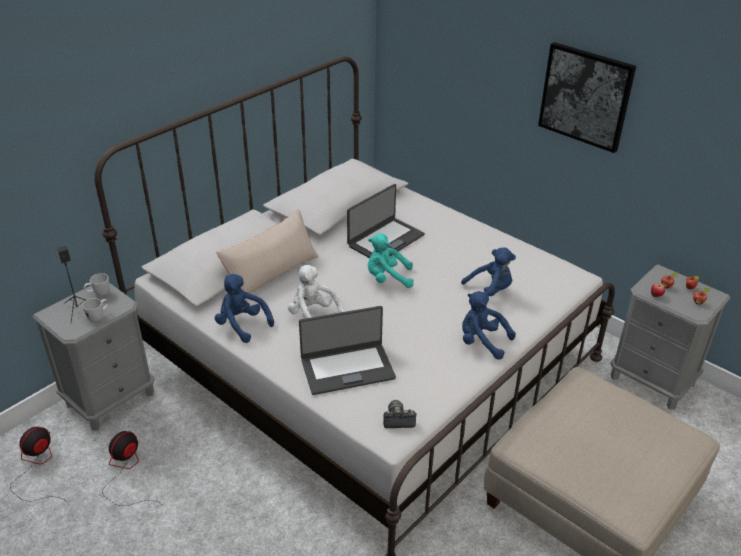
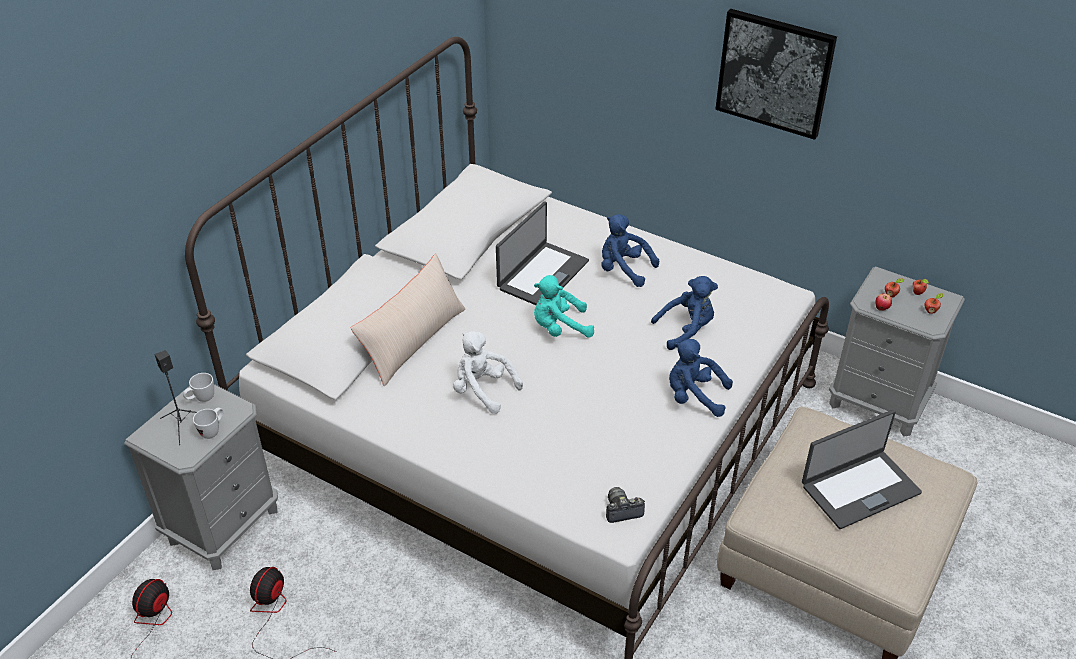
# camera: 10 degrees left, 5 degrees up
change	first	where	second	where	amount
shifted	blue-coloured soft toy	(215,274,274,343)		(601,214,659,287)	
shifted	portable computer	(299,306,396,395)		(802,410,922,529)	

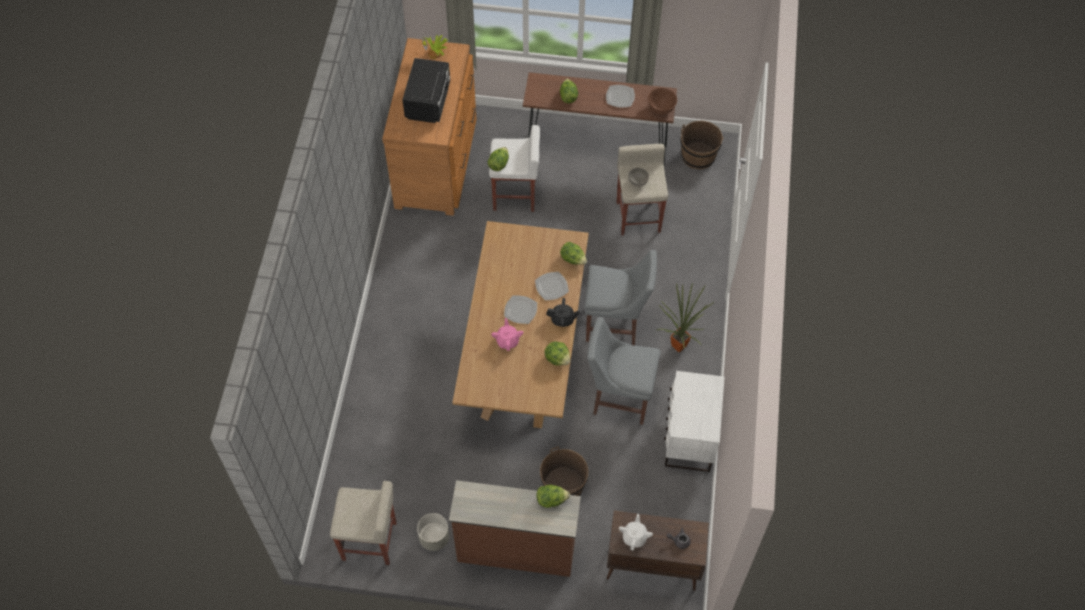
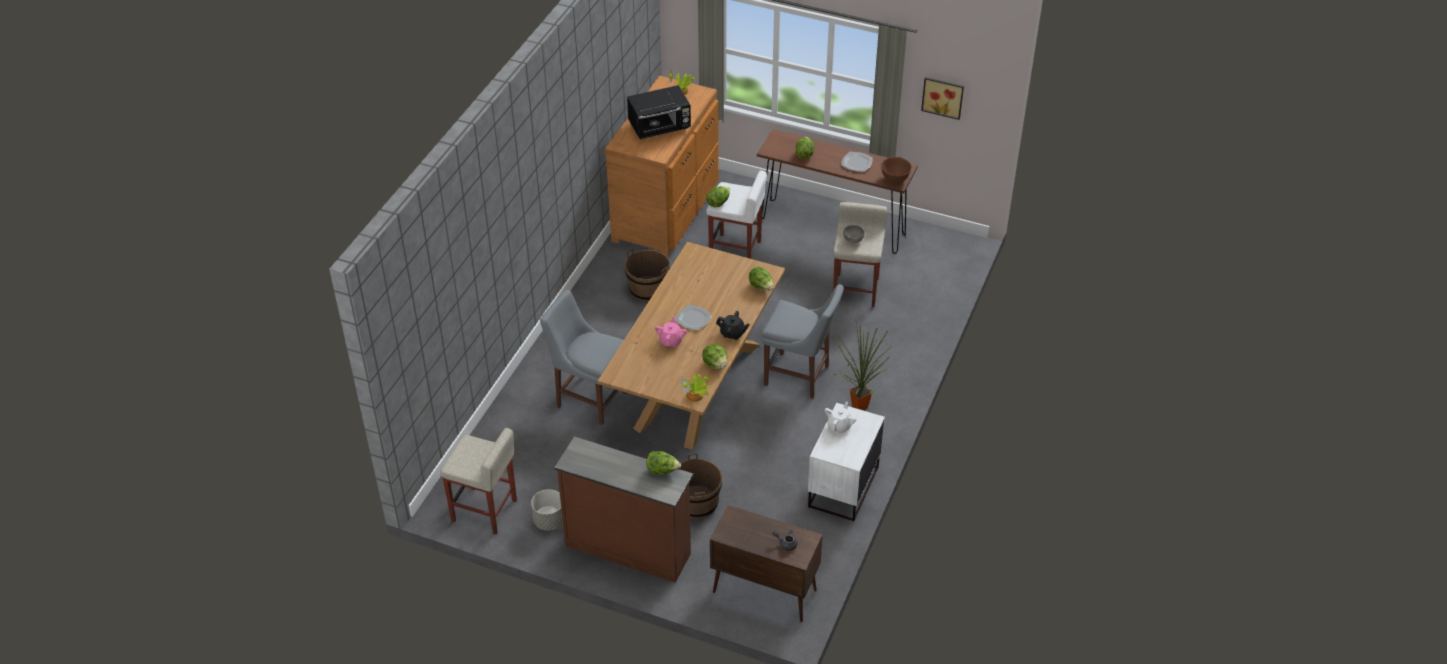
# camera: 15 degrees right, 15 degrees down
change	first	where	second	where	amount
rotated	black kitchen microwave	(402,58,450,123)		(627,85,691,139)	45 degrees clockwise
gone	flat dish	(535,272,569,300)			
shifted	greyish plain chair	(587,317,661,425)		(540,290,627,425)	
shifted	whitish pot for tea	(619,514,653,551)		(825,402,856,434)	
shifted	brown bucket	(680,120,724,169)		(625,248,670,302)	
new			potted plant	(680,374,710,402)	
new			wall picture	(921,77,964,120)	

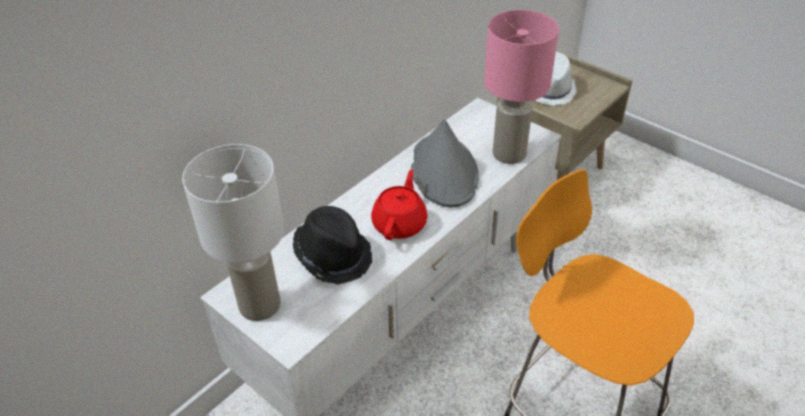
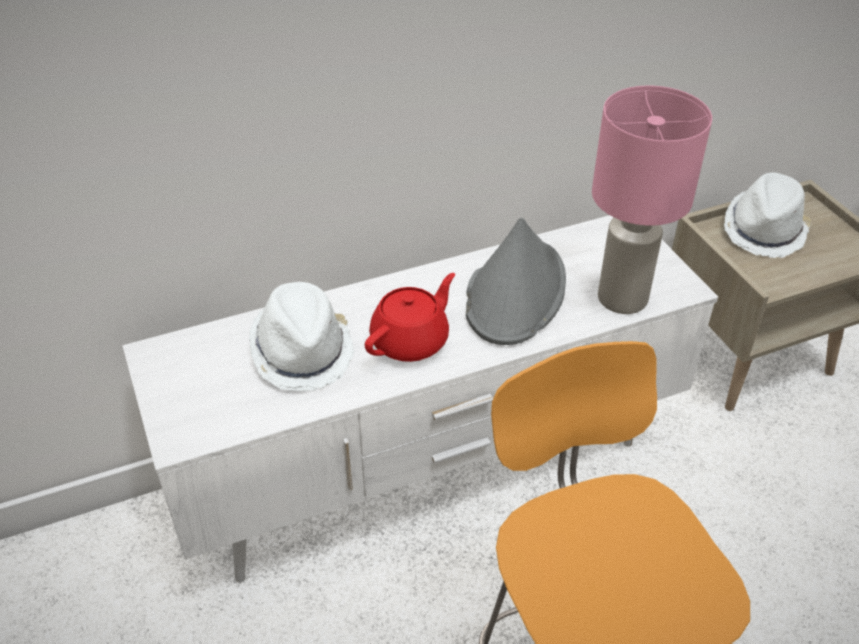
# camera: 25 degrees right, 0 degrees up
change	first	where	second	where	amount
gone	whitish tabletop lamp	(182,144,284,321)			
repainted	black hat	(293,206,372,285)	whitish hat	(249,282,355,391)	

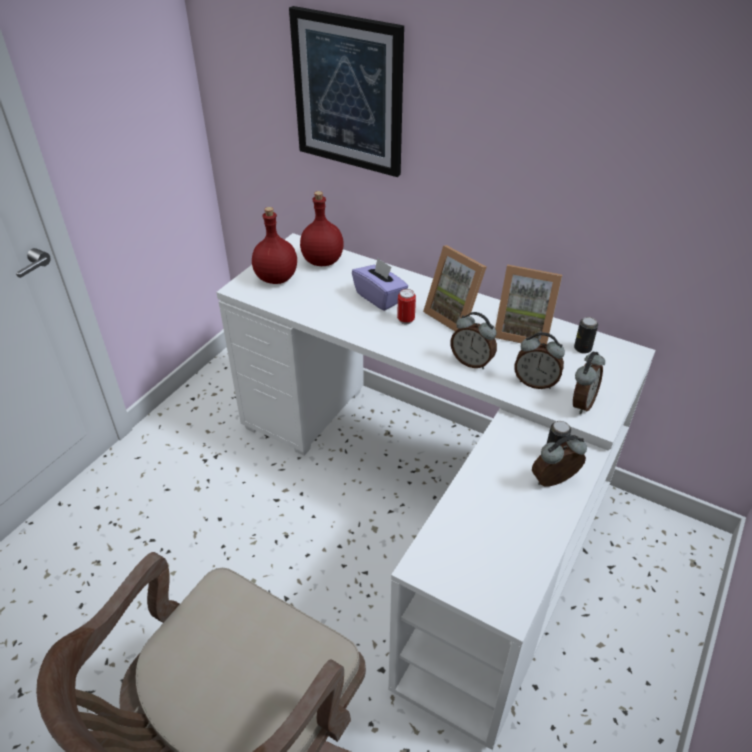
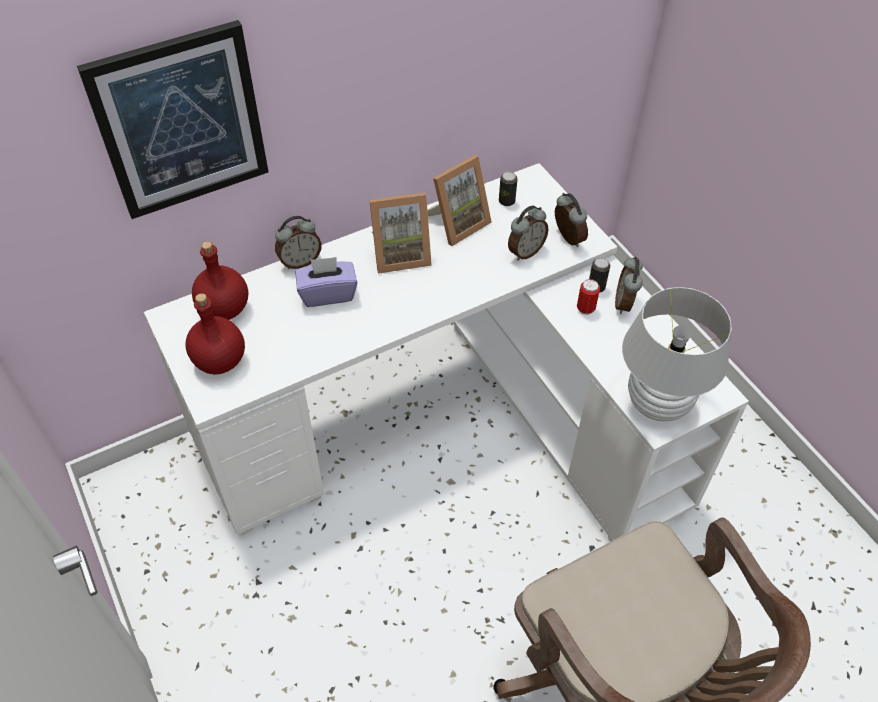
# camera: 60 degrees left, 10 degrees up
change	first	where	second	where	amount
shifted	can	(397,289,416,325)		(577,279,600,315)	
shifted	bedside clock	(450,312,497,369)		(275,216,322,269)	
new			whitish tabletop lamp	(622,287,732,421)	

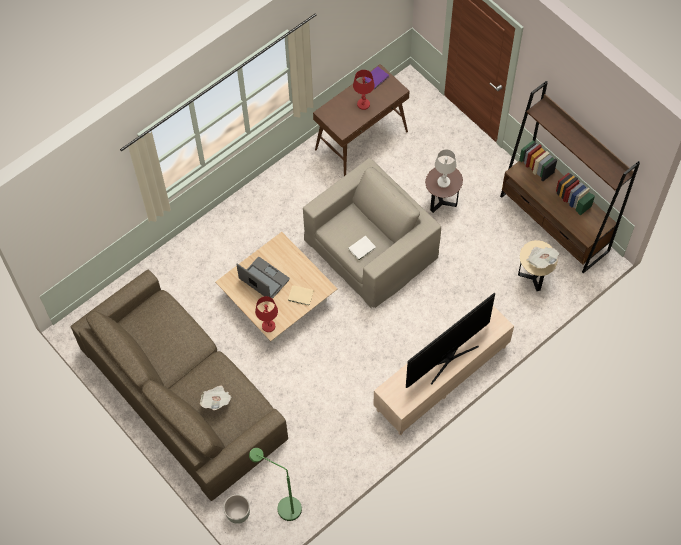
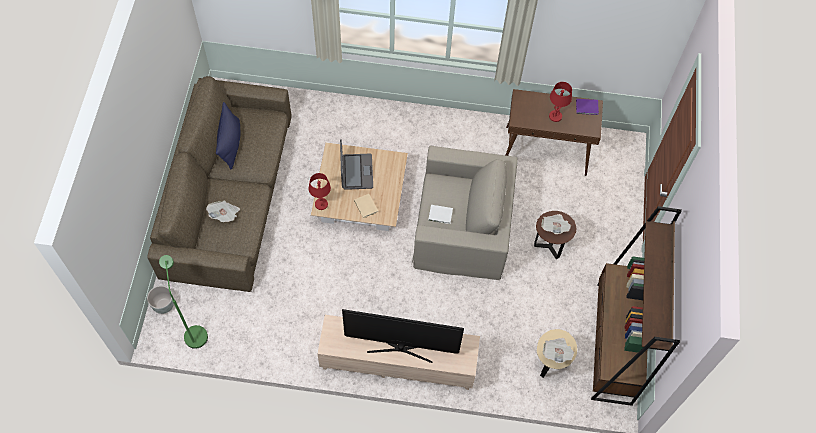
# camera: 45 degrees right, 0 degrees up
change	first	where	second	where	amount
swapped	whitish tabletop lamp	(435,149,457,188)	daily paper	(541,214,571,234)	
new			blue-coloured pillow	(216,102,240,169)	

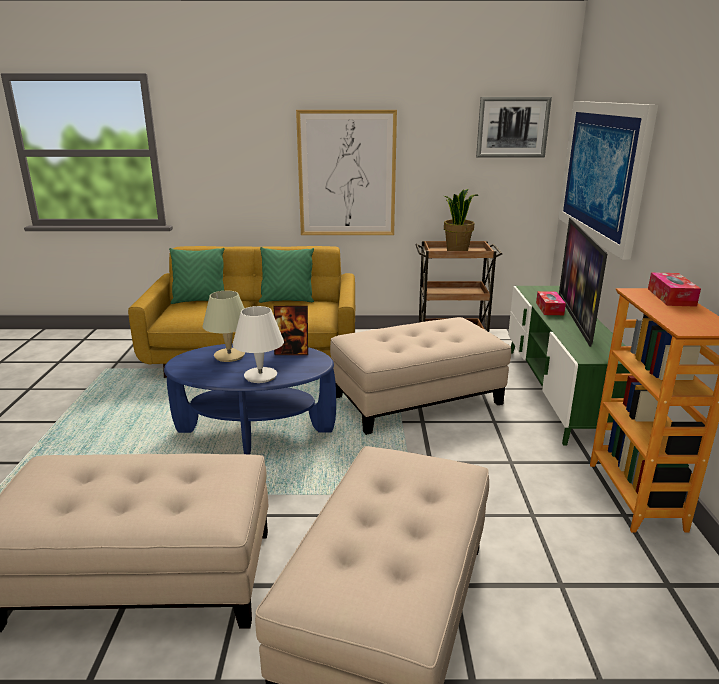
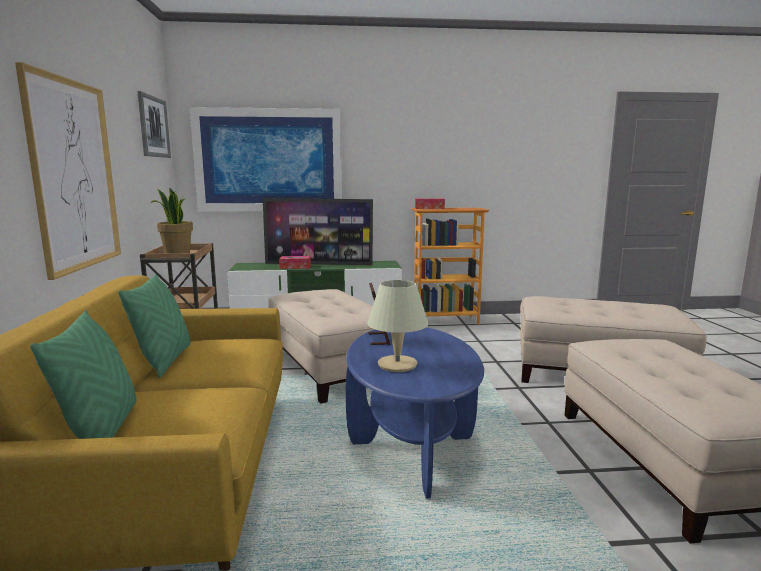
# camera: 95 degrees left, 10 degrees down
change	first	where	second	where	amount
gone	whitish tabletop lamp	(233,306,284,383)			

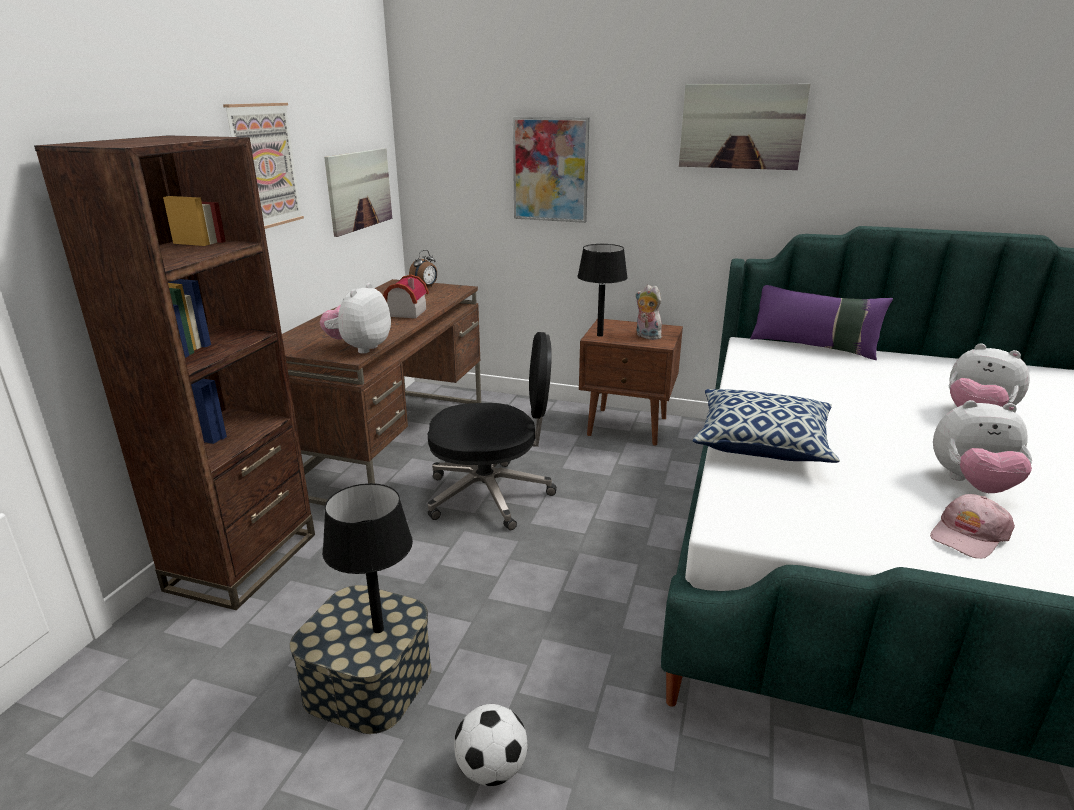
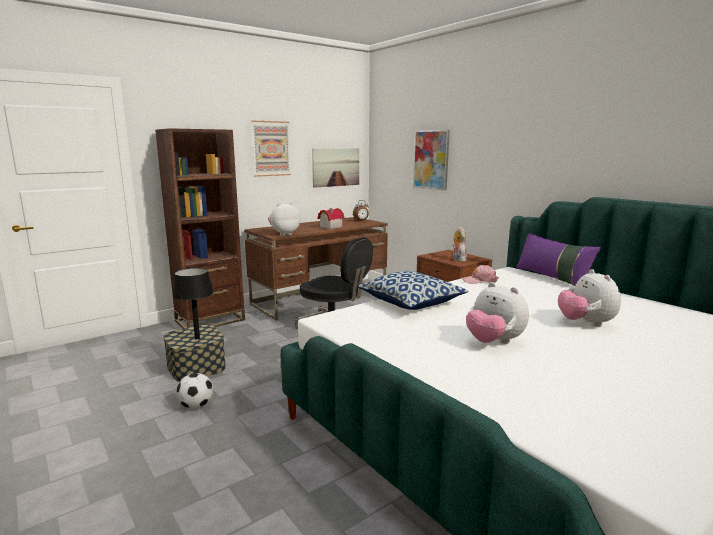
# camera: 35 degrees right, 10 degrees down
change	first	where	second	where	amount
gone	black tabletop lamp	(577,244,628,337)			
gone	wall picture	(679,84,811,170)			
shifted	pink baseball cap	(930,494,1015,559)		(461,265,499,284)	

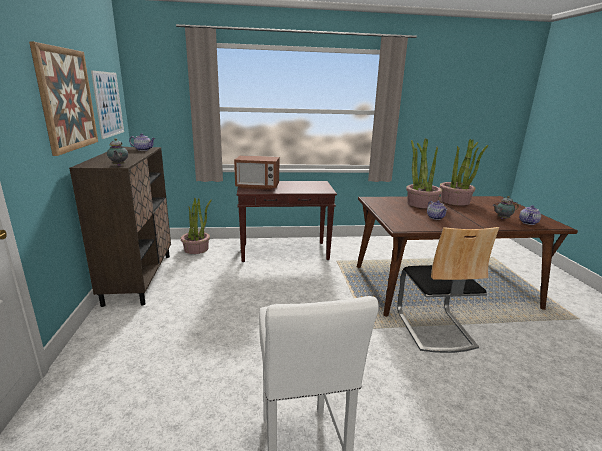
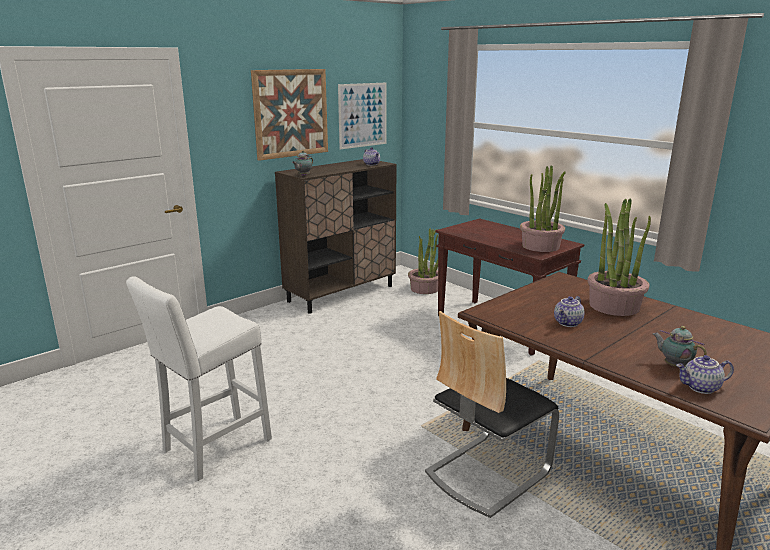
# camera: 55 degrees right, 0 degrees up
change	first	where	second	where	amount
gone	kitchen microwave	(234,155,279,190)			
shifted	potted plant	(440,139,488,206)		(520,165,566,252)	

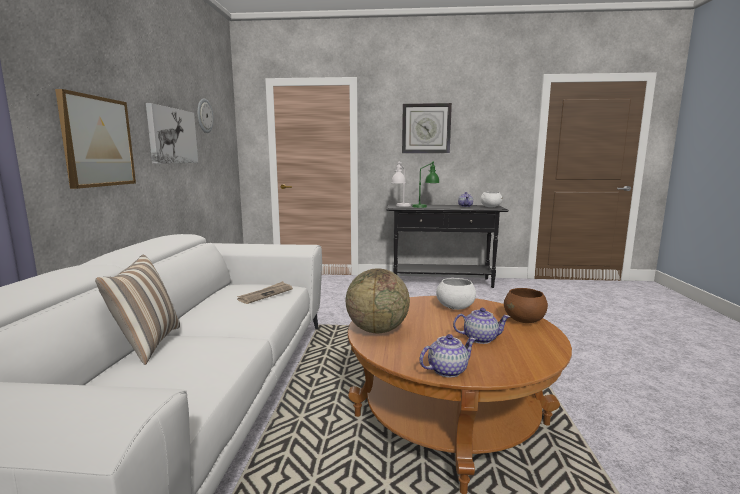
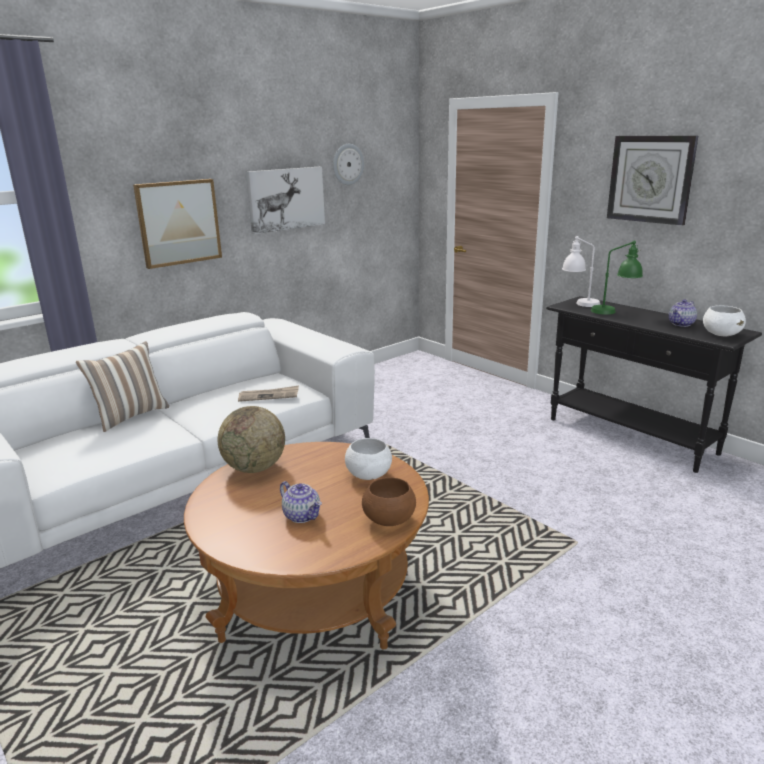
# camera: 45 degrees right, 10 degrees up
change	first	where	second	where	amount
gone	pot for tea	(419,334,476,378)			

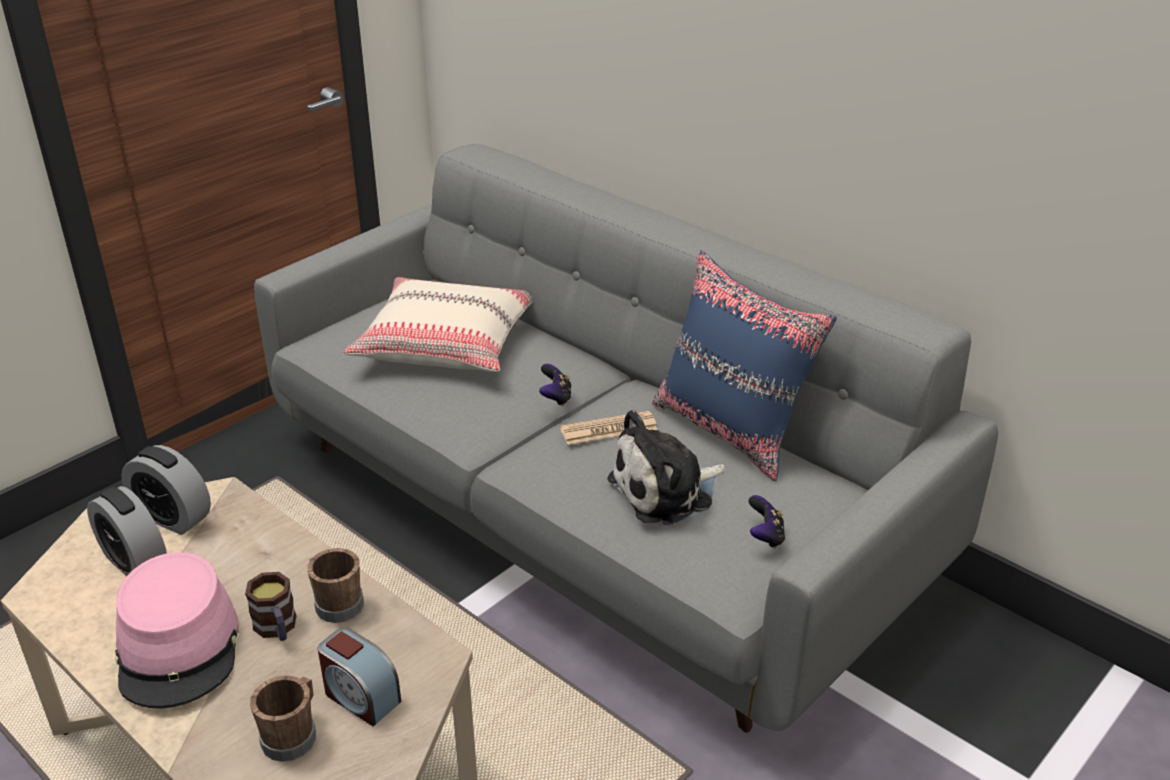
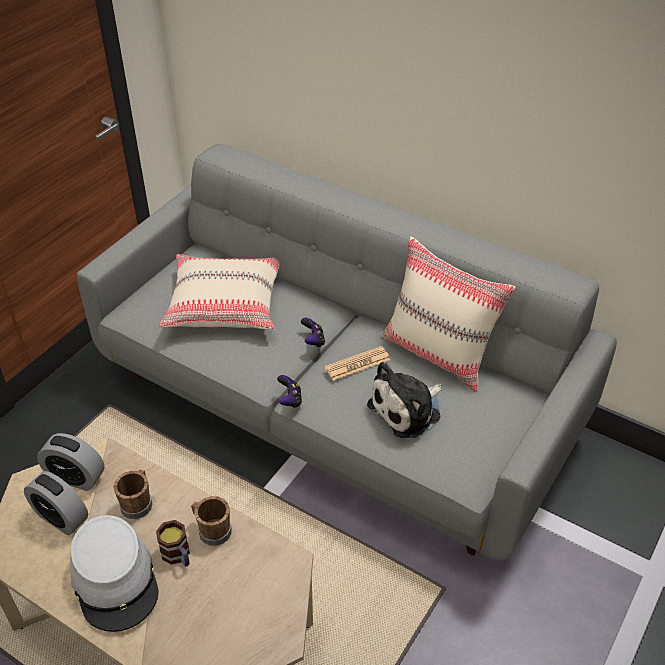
# camera: 10 degrees left, 10 degrees up
change	first	where	second	where	amount
repainted	pink hat	(115,552,239,709)	greyish hat	(70,515,159,632)	
shifted	brown mug	(250,676,316,762)		(114,470,152,519)	
gone	bedside clock	(318,628,401,726)			
repainted	blue-coloured pillow	(652,250,837,481)	beige pillow	(381,236,516,392)	
shifted	gamepad	(748,495,785,549)		(277,375,302,408)	

